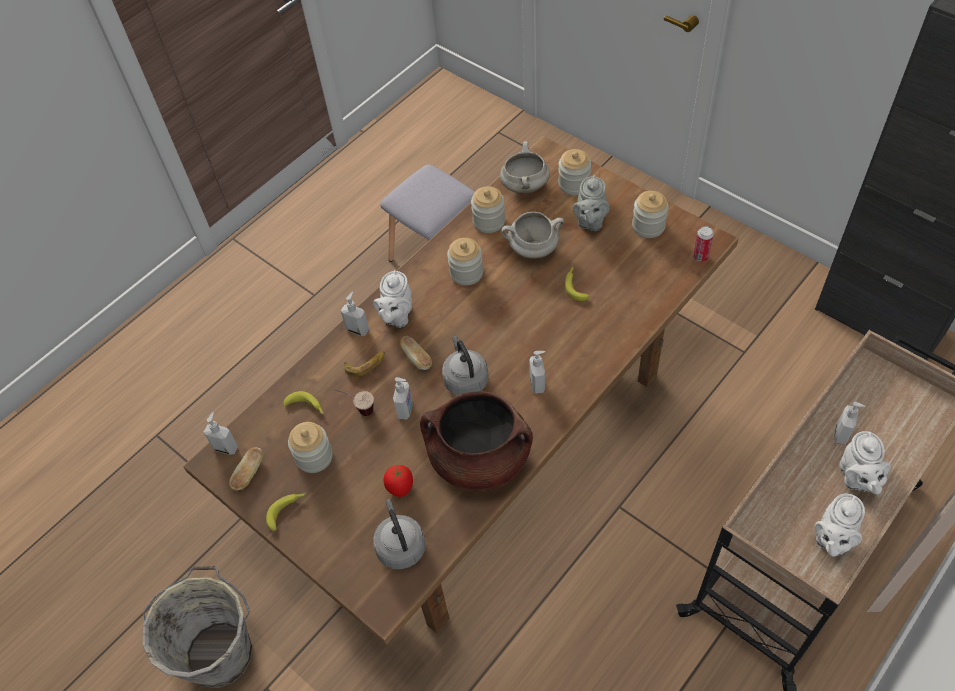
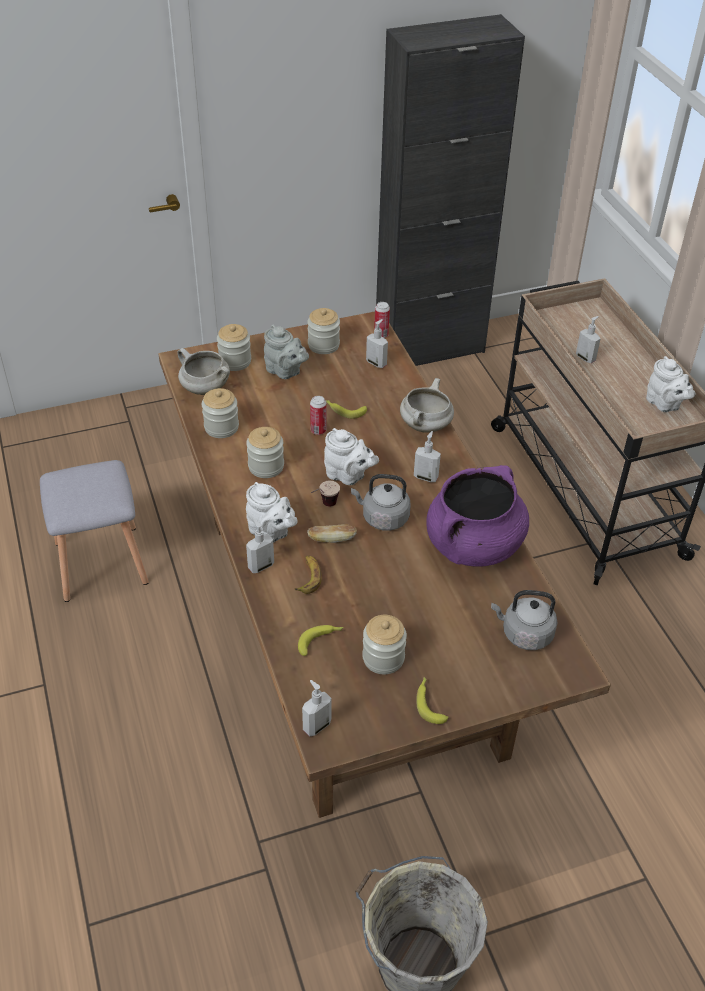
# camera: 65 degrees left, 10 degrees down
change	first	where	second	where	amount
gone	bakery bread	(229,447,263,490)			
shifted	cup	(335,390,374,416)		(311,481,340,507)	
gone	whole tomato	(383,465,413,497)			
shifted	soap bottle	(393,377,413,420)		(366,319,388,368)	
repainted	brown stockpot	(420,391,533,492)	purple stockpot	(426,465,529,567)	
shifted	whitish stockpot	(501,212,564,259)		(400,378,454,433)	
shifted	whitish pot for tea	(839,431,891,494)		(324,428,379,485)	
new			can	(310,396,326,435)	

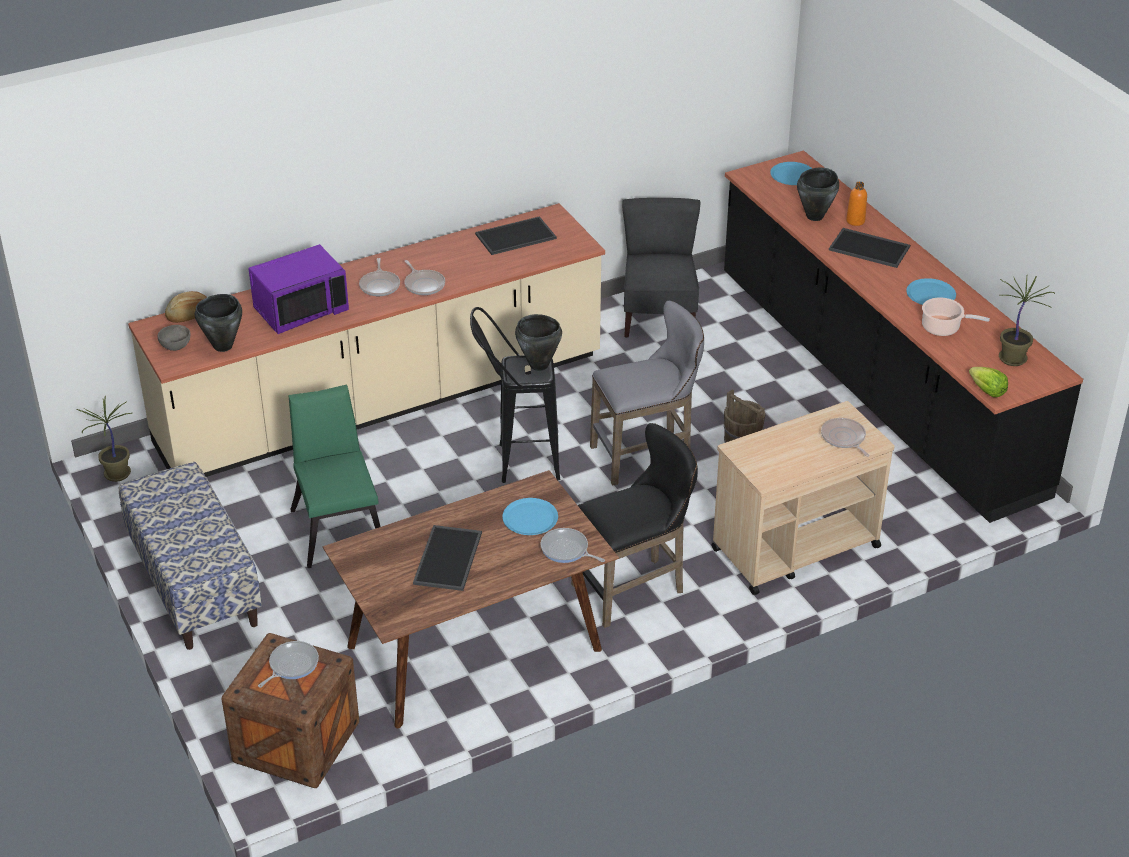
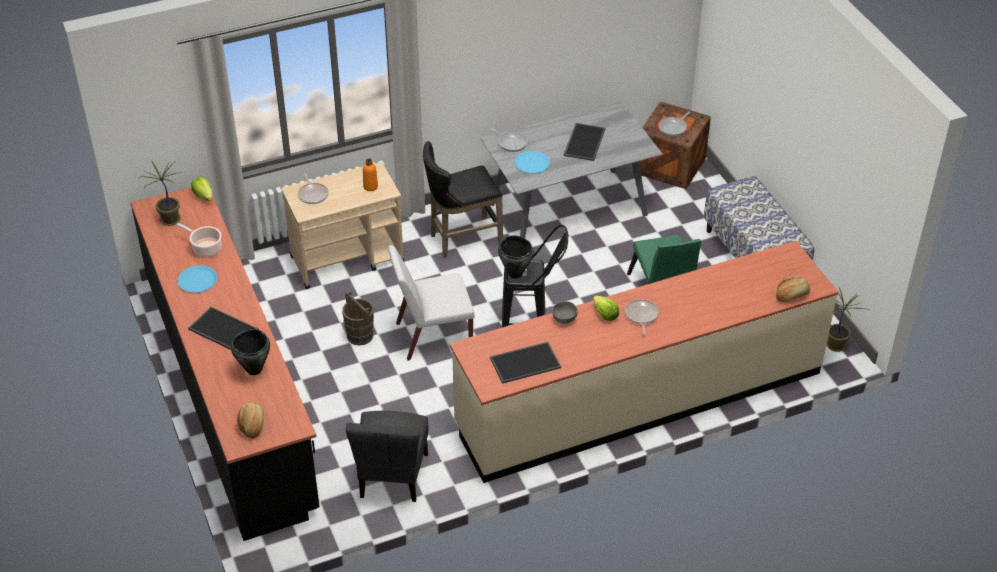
# camera: 175 degrees left, 5 degrees up
change	first	where	second	where	amount
shifted	greyish bowl	(158,325,190,351)		(552,301,578,324)	
gone	black stockpot	(195,294,242,352)			
gone	purple kitchen microwave	(249,244,349,334)			
repainted	brown dining table	(323,470,619,728)	greyish dining table	(480,101,663,238)	
swapped	pan	(404,260,445,295)	lettuce	(593,295,619,321)	
swapped	greyish stool	(590,301,704,486)	whitish plain chair	(388,245,475,361)	
swapped	blue-coloured flat dish	(770,162,812,185)	bakery bread	(237,403,264,439)	
shifted	orange beverage bottle	(846,181,867,226)		(363,159,378,191)	

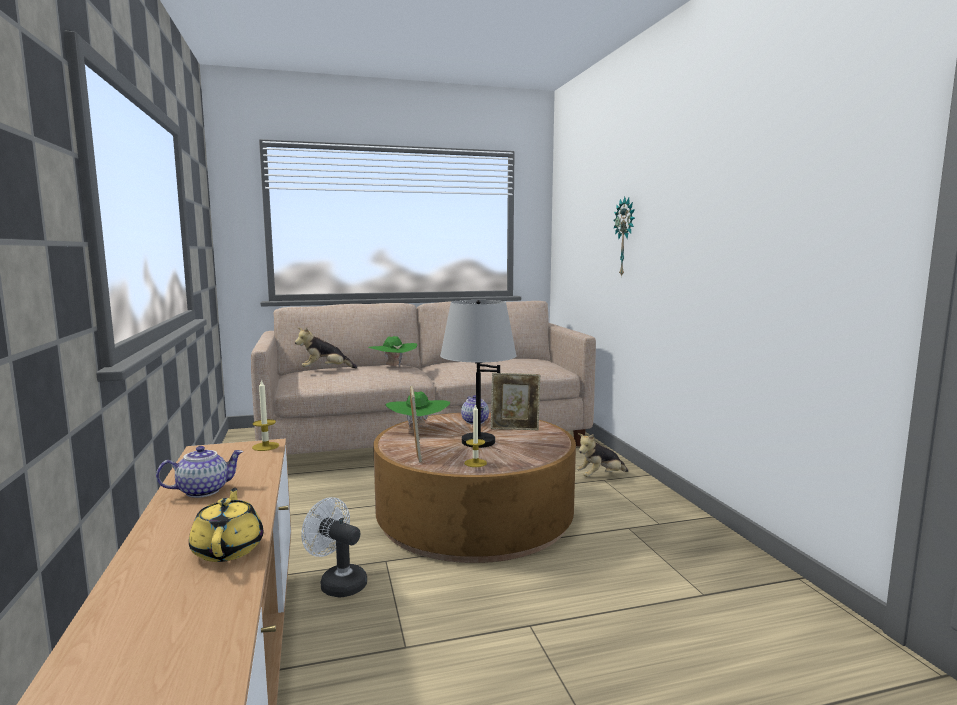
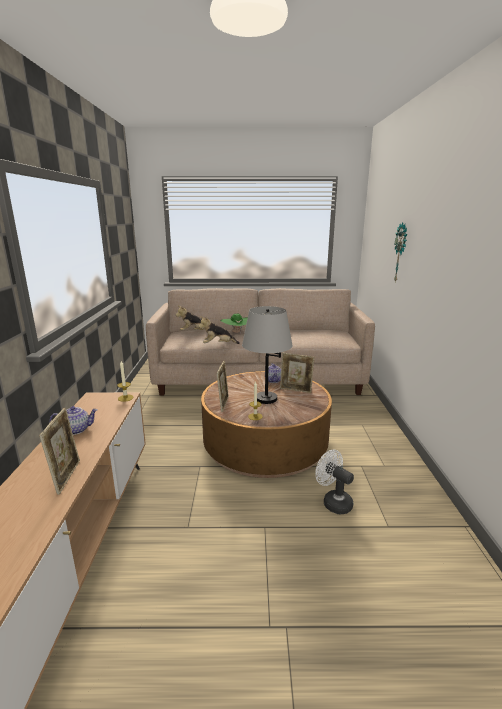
# camera: 15 degrees right, 10 degrees up
change	first	where	second	where	amount
swapped	yellowish pot for tea	(189,488,263,562)	picture frame	(39,408,80,495)	
shifted	whitish cooling fan	(301,497,367,598)		(315,450,354,514)	
gone	green hat	(385,391,451,428)			
shifted	soft toy	(577,433,628,477)		(198,316,240,344)	

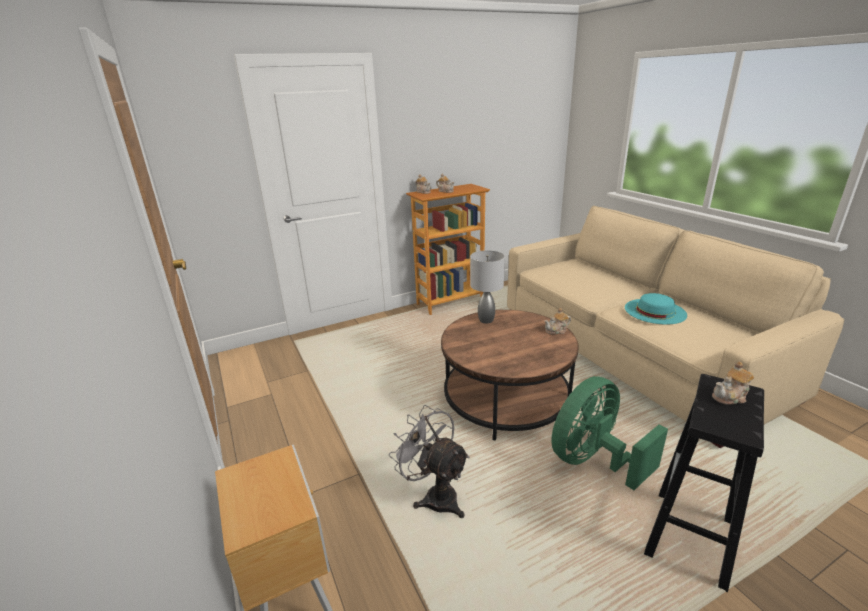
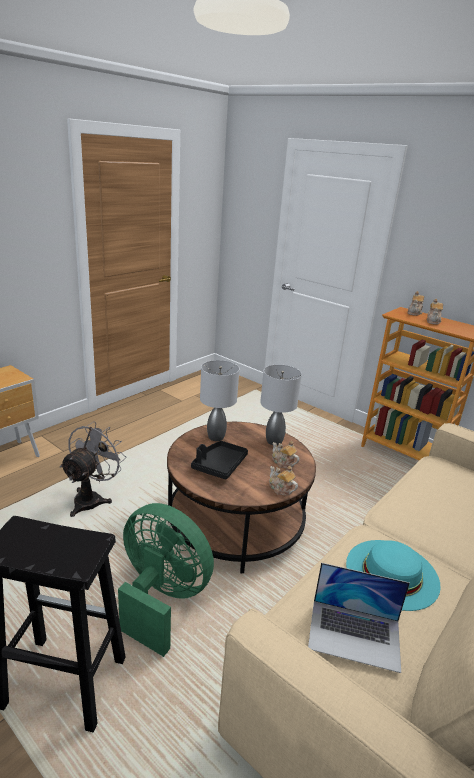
# camera: 65 degrees right, 0 degrees up
change	first	where	second	where	amount
shifted	pot for tea	(712,362,754,405)		(272,441,299,468)	
new			black serving tray	(191,441,248,479)	
new			greyish tabletop lamp	(200,360,239,441)	
new			portable computer	(308,563,410,673)	

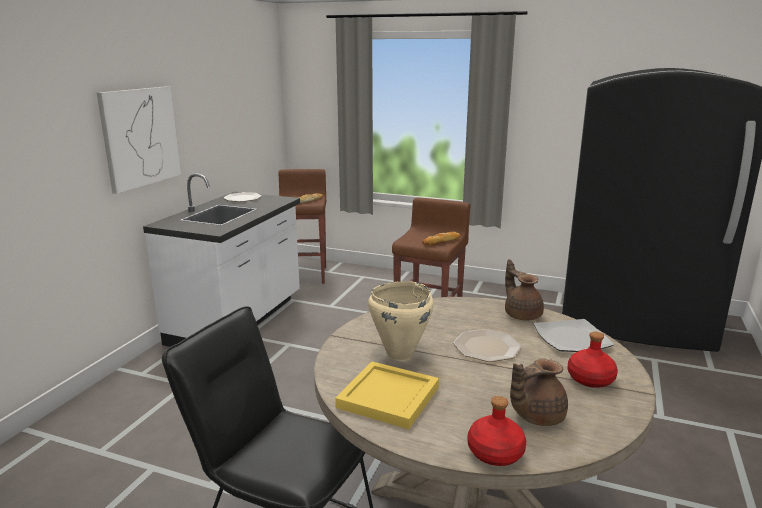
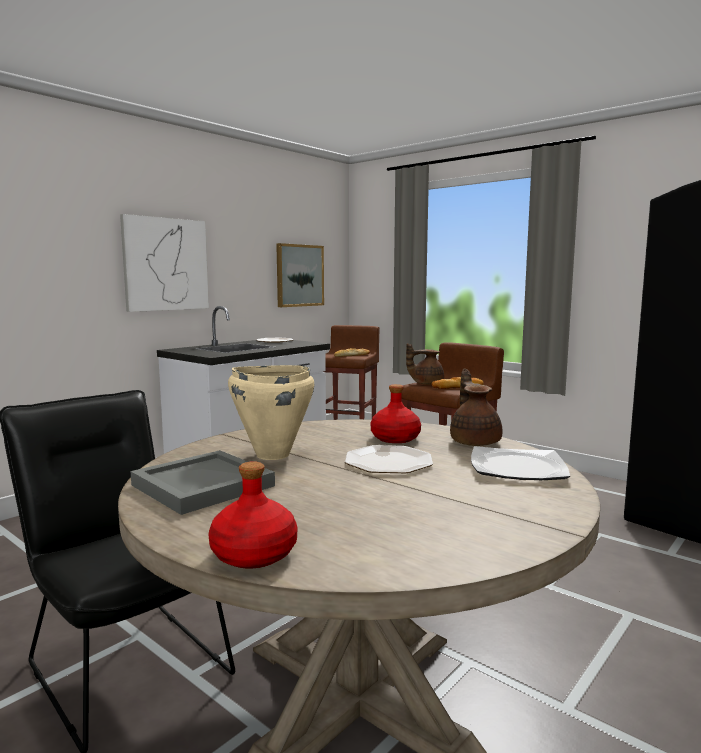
# camera: 20 degrees right, 10 degrees down
change	first	where	second	where	amount
repainted	yellowish serving tray	(335,361,439,429)	greyish serving tray	(130,450,275,515)	
shifted	brown pot for tea	(510,358,568,426)		(406,343,444,385)	
shifted	red-coloured beverage bottle	(568,331,618,388)		(371,384,421,443)	
new			wall picture	(276,243,324,307)	

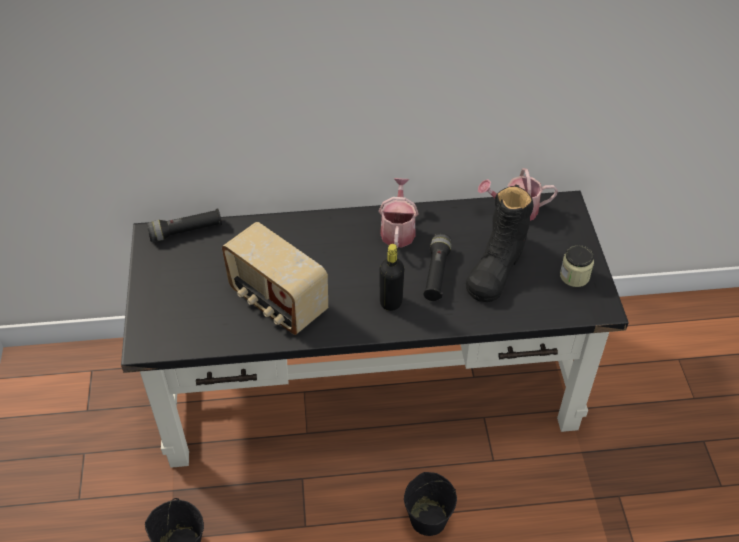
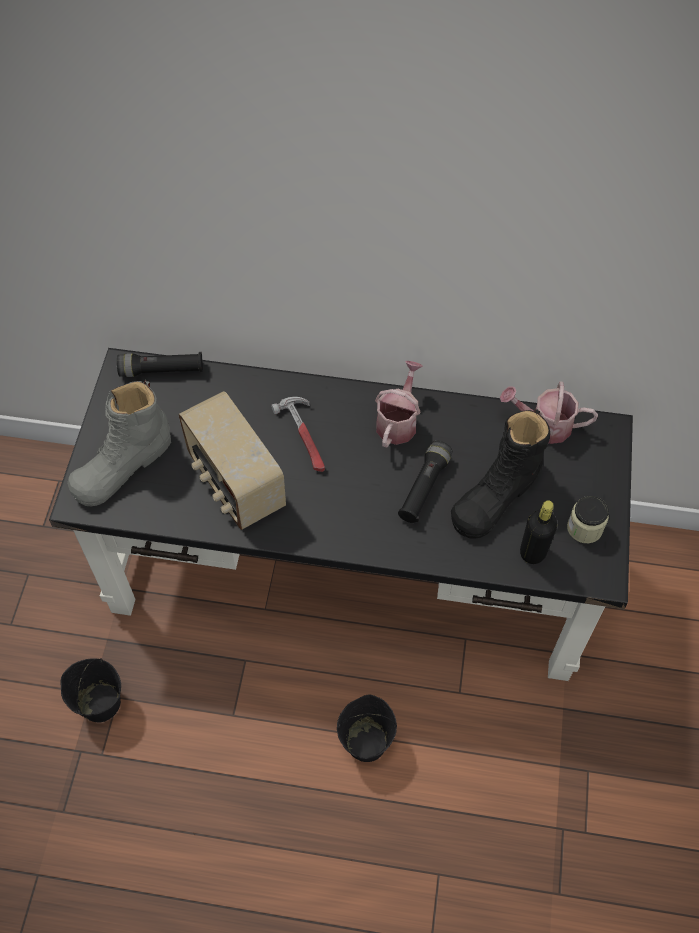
# camera: 15 degrees right, 10 degrees up
change	first	where	second	where	amount
shifted	black beverage bottle	(379,244,404,311)		(520,500,557,564)	
new			greyish high-top boot	(67,380,171,506)	
new			tool hammer	(271,397,325,472)	

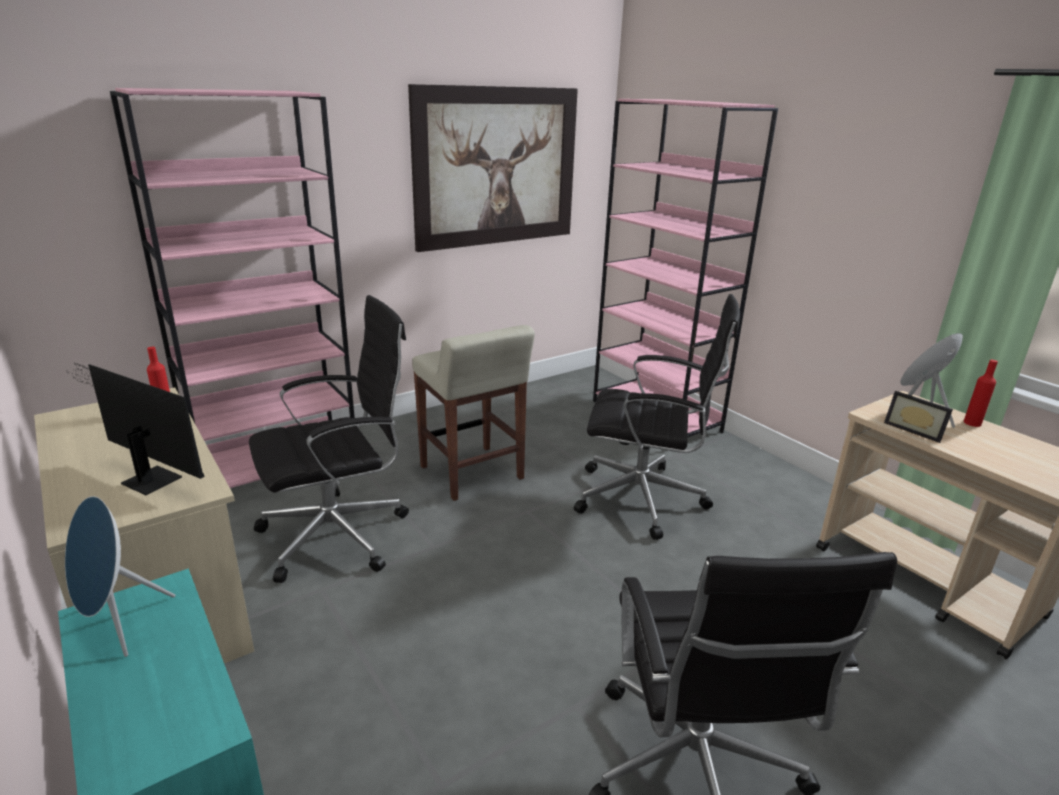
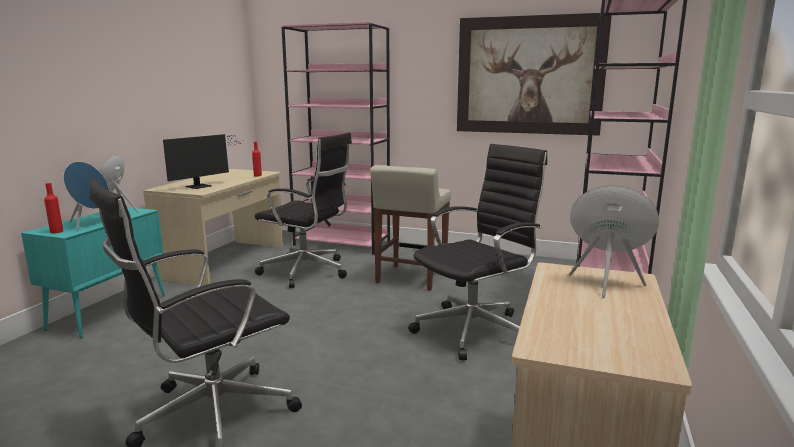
# camera: 55 degrees right, 10 degrees down
change	first	where	second	where	amount
rotated	computer screen	(68,363,204,495)		(163,134,244,189)	45 degrees clockwise
rotated	black desk chair	(574,294,740,540)		(408,144,547,360)	105 degrees counterclockwise
gone	picture frame	(884,391,953,443)			
shifted	red-coloured beverage bottle	(964,360,998,427)		(44,183,63,234)	
new			blue-coloured audio speaker	(63,162,109,230)	

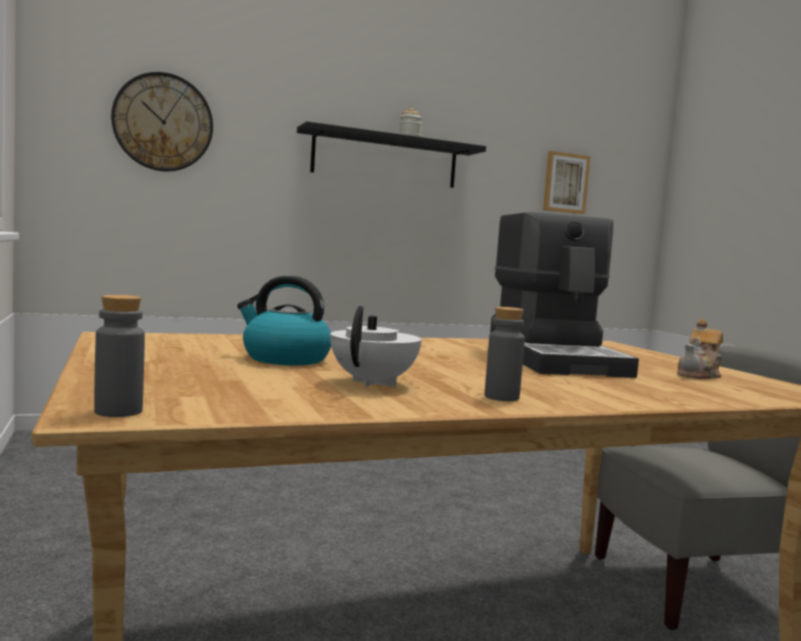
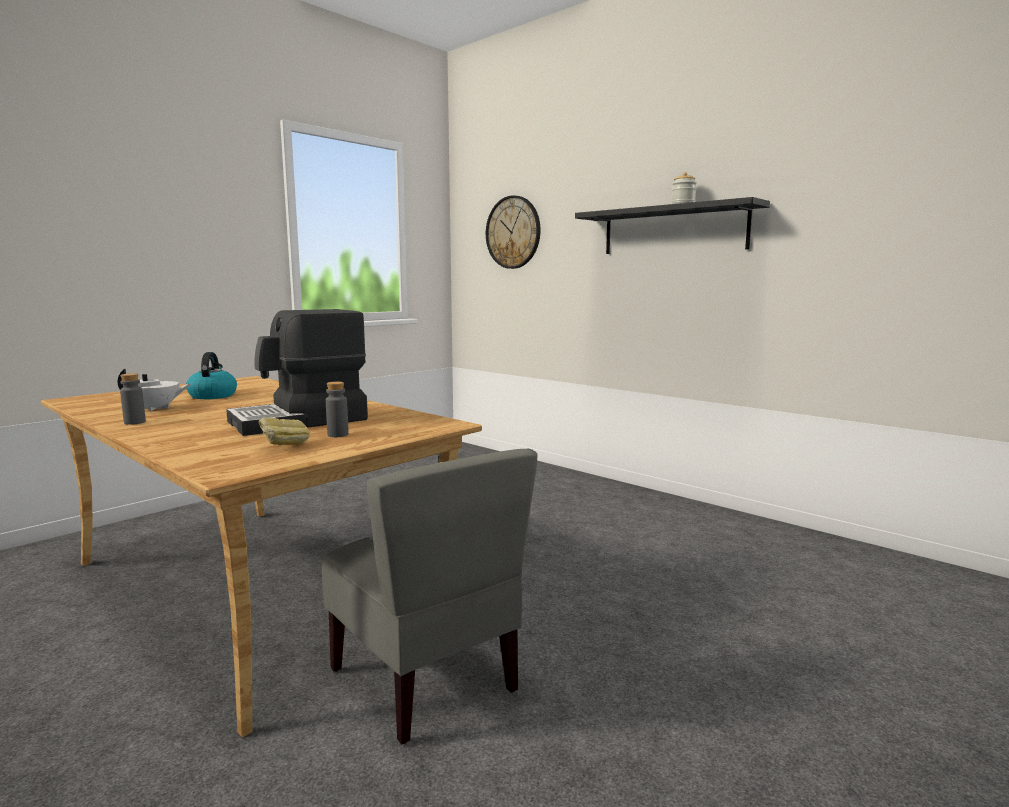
# camera: 65 degrees right, 5 degrees up
change	first	where	second	where	amount
shifted	greyish beverage bottle	(94,295,145,417)		(326,382,349,437)	
gone	wall picture	(543,151,591,214)			
swapped	pot for tea	(677,319,723,379)	bakery bread	(259,418,310,445)	

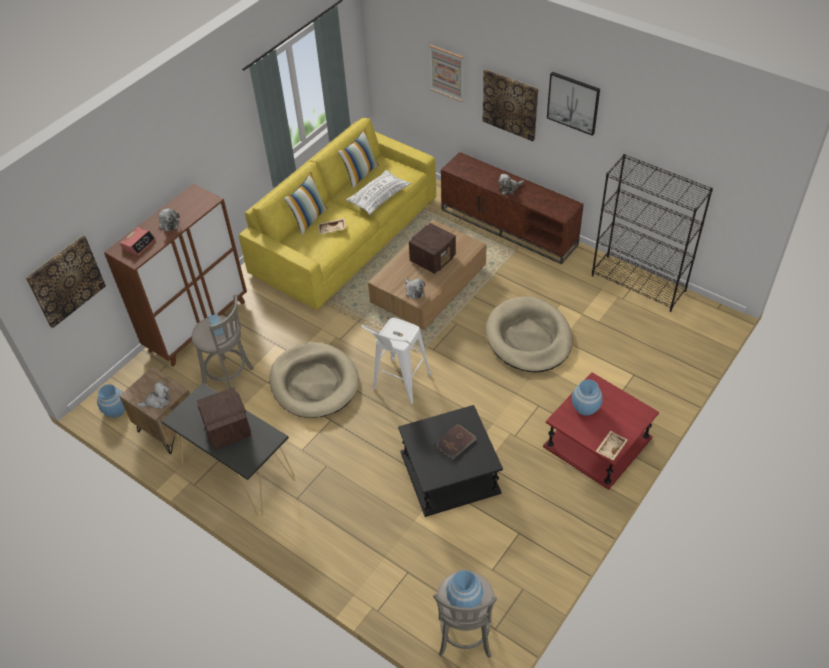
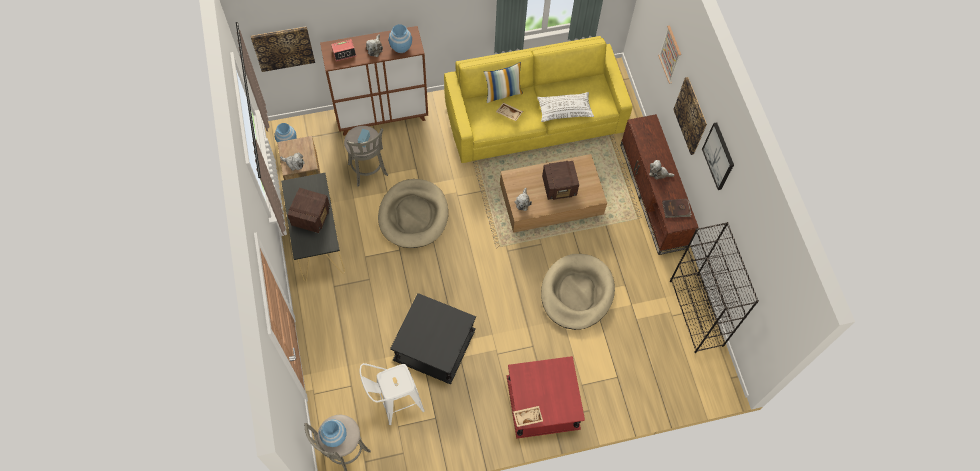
# camera: 35 degrees right, 15 degrees up
change	first	where	second	where	amount
gone	pillow	(338,129,379,188)			
shifted	whitish stool	(361,318,431,404)		(360,363,425,425)	
shifted	brown bound book	(435,424,477,460)		(662,198,692,218)	
shifted	blue-coloured flower vase	(572,379,603,416)		(389,24,412,53)	

